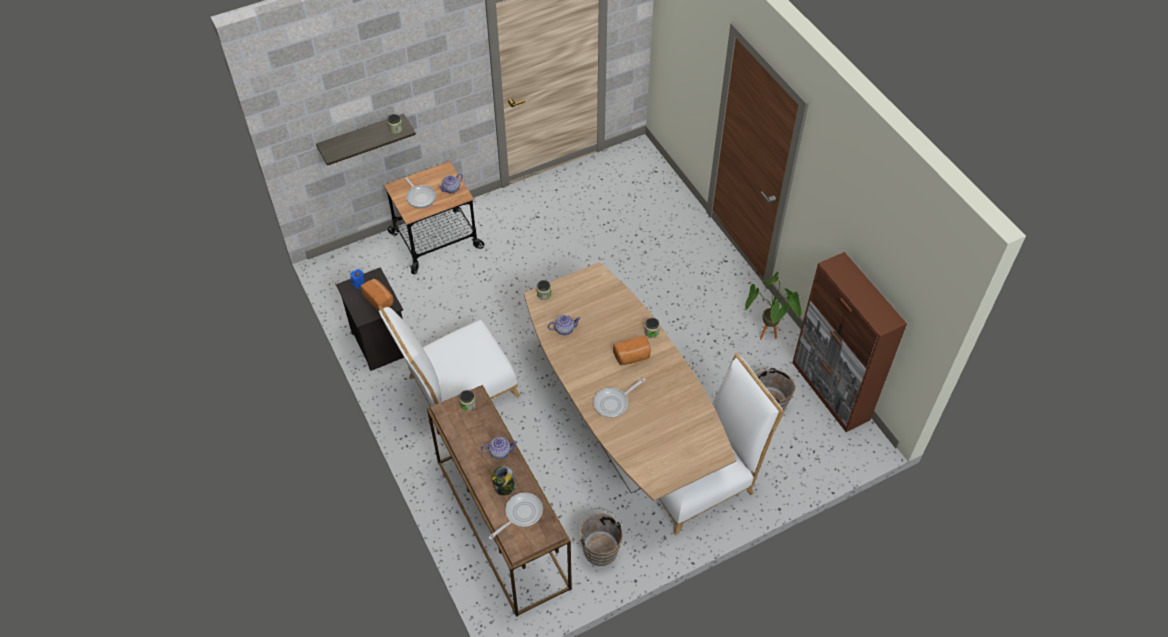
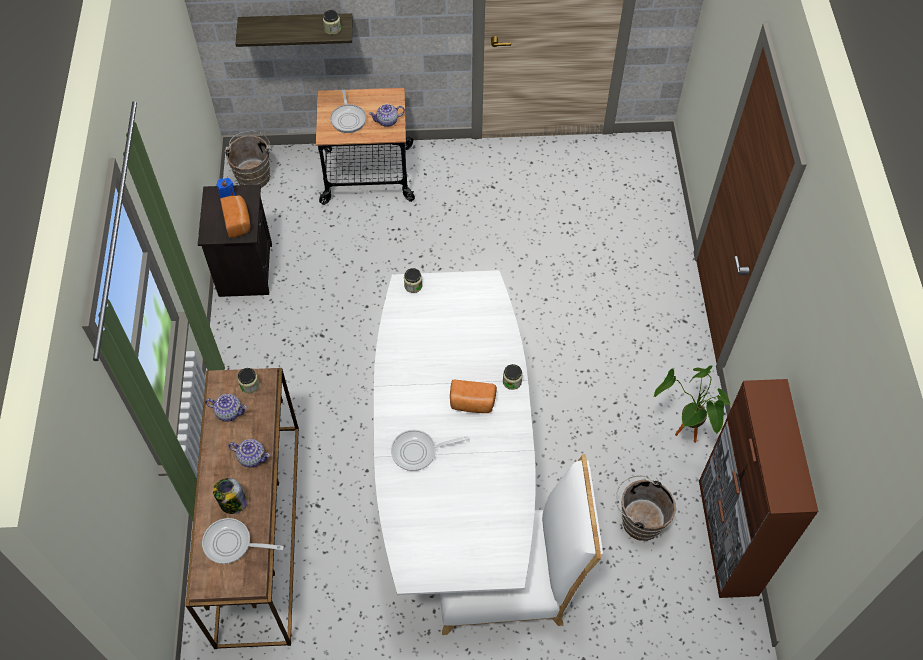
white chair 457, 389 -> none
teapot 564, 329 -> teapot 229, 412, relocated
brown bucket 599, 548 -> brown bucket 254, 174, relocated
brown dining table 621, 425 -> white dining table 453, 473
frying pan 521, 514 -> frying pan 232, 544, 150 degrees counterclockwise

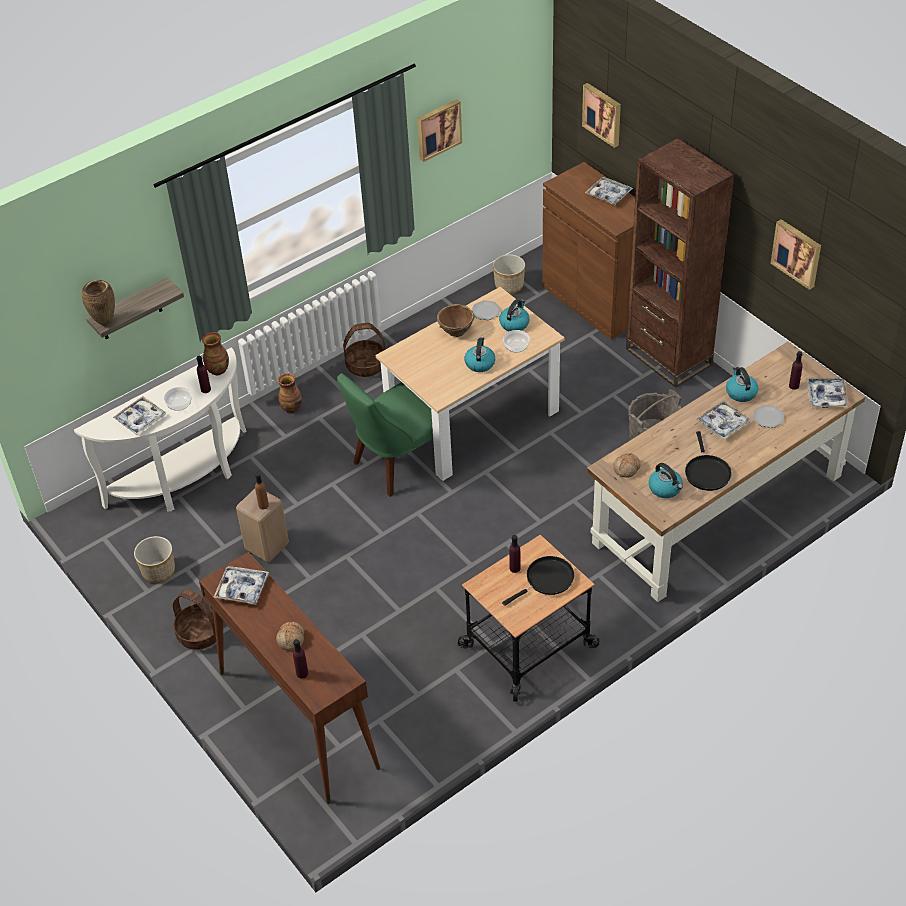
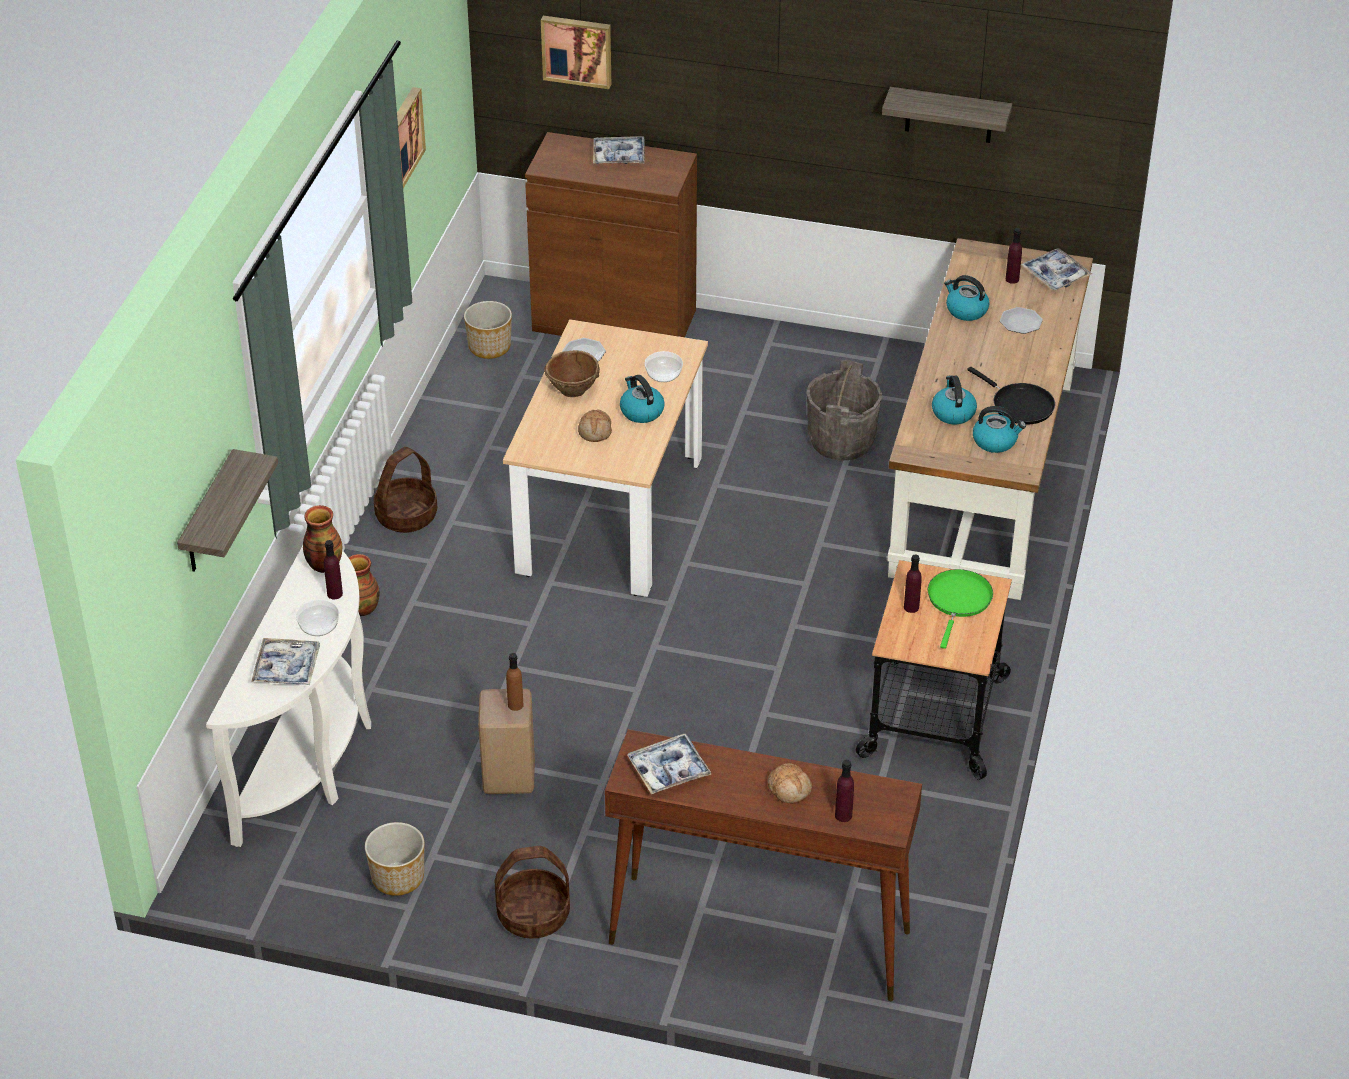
brown vase 105, 322 -> none
green chair 397, 463 -> none
brown bookcase 668, 357 -> none
tray 723, 423 -> none
kettle 514, 323 -> kettle 953, 412, relocated
bread 627, 468 -> bread 595, 431, relocated
picture 797, 253 -> shelf 949, 115
black frying pan 547, 580 -> green frying pan 958, 601

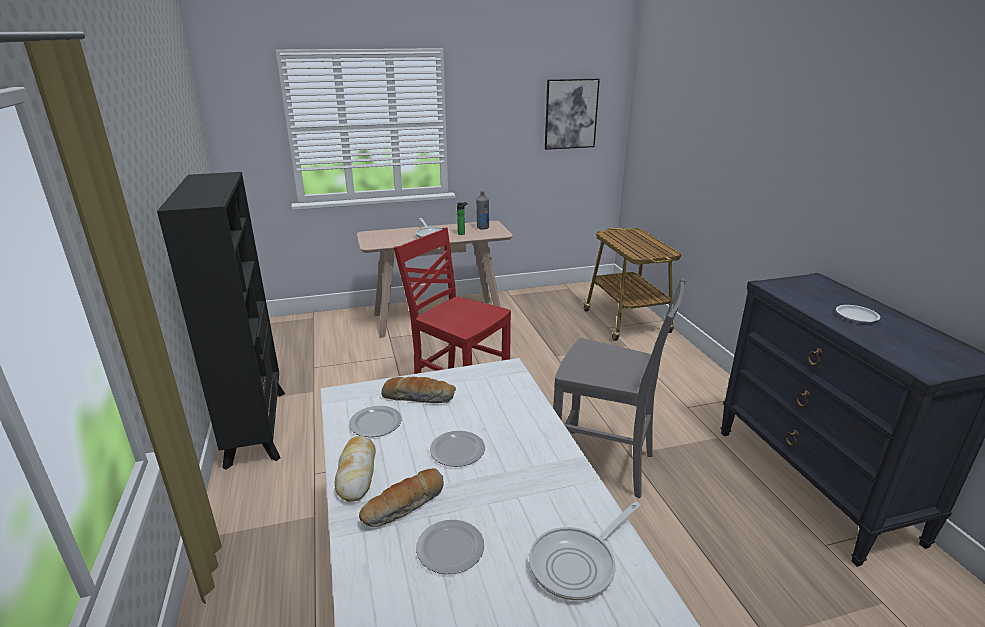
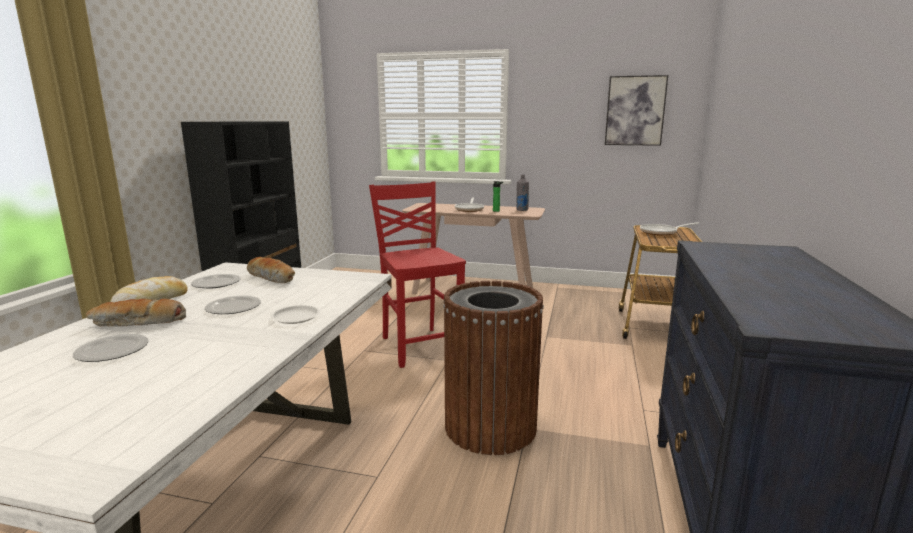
frying pan 578, 564 -> frying pan 661, 232, relocated
white plate 857, 316 -> white plate 295, 317, relocated
grey chair 604, 464 -> brown trash can 490, 427

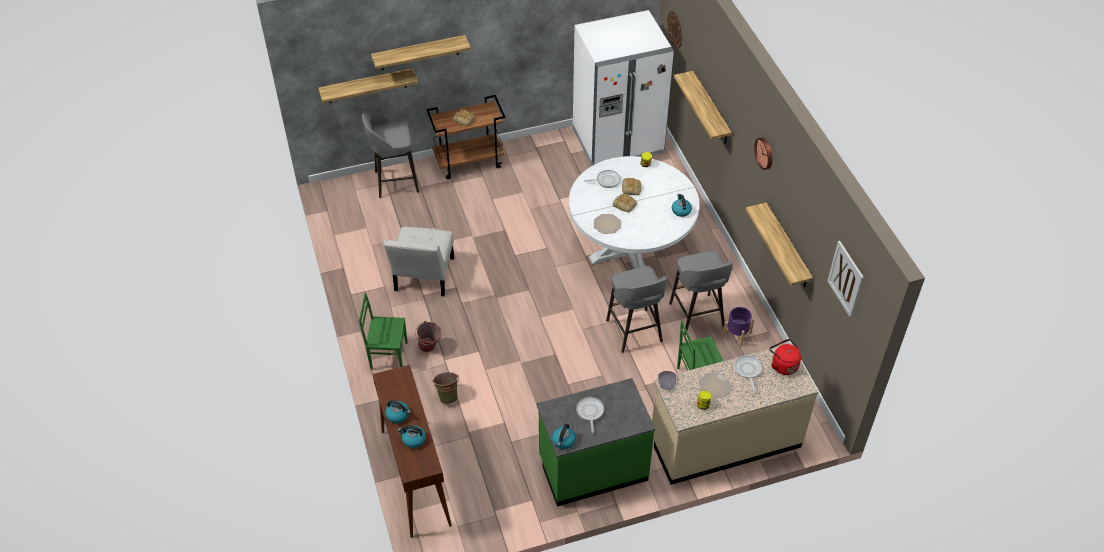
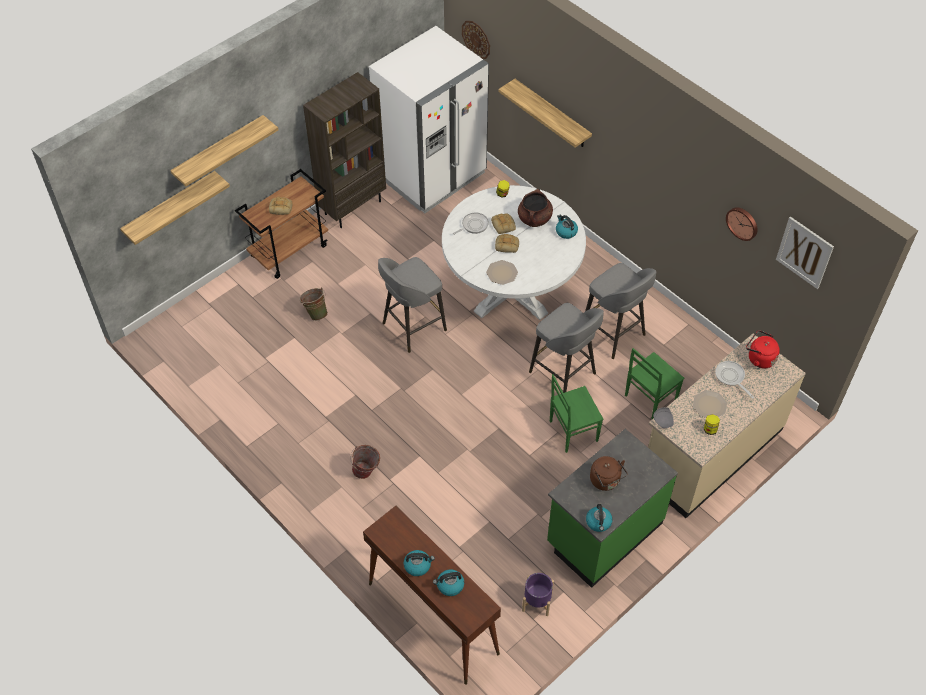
white chair 423, 277 -> none
shelf 787, 247 -> none
none -> brown bookcase 352, 207
none -> brown cooking pot 534, 219
green chair 388, 355 -> green chair 572, 430, relocated
grey stool 395, 182 -> grey stool 412, 327, relocated
green bucket 447, 395 -> green bucket 315, 313, relocated
purple planter 737, 335 -> purple planter 537, 601, relocated
wall clock 765, 153 -> wall clock 742, 223, relocated
frying pan 590, 412 -> brown kettle 606, 481

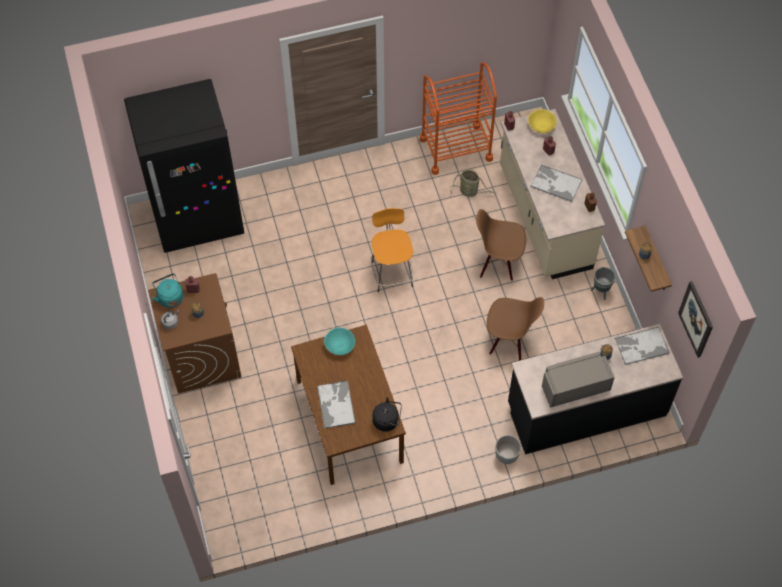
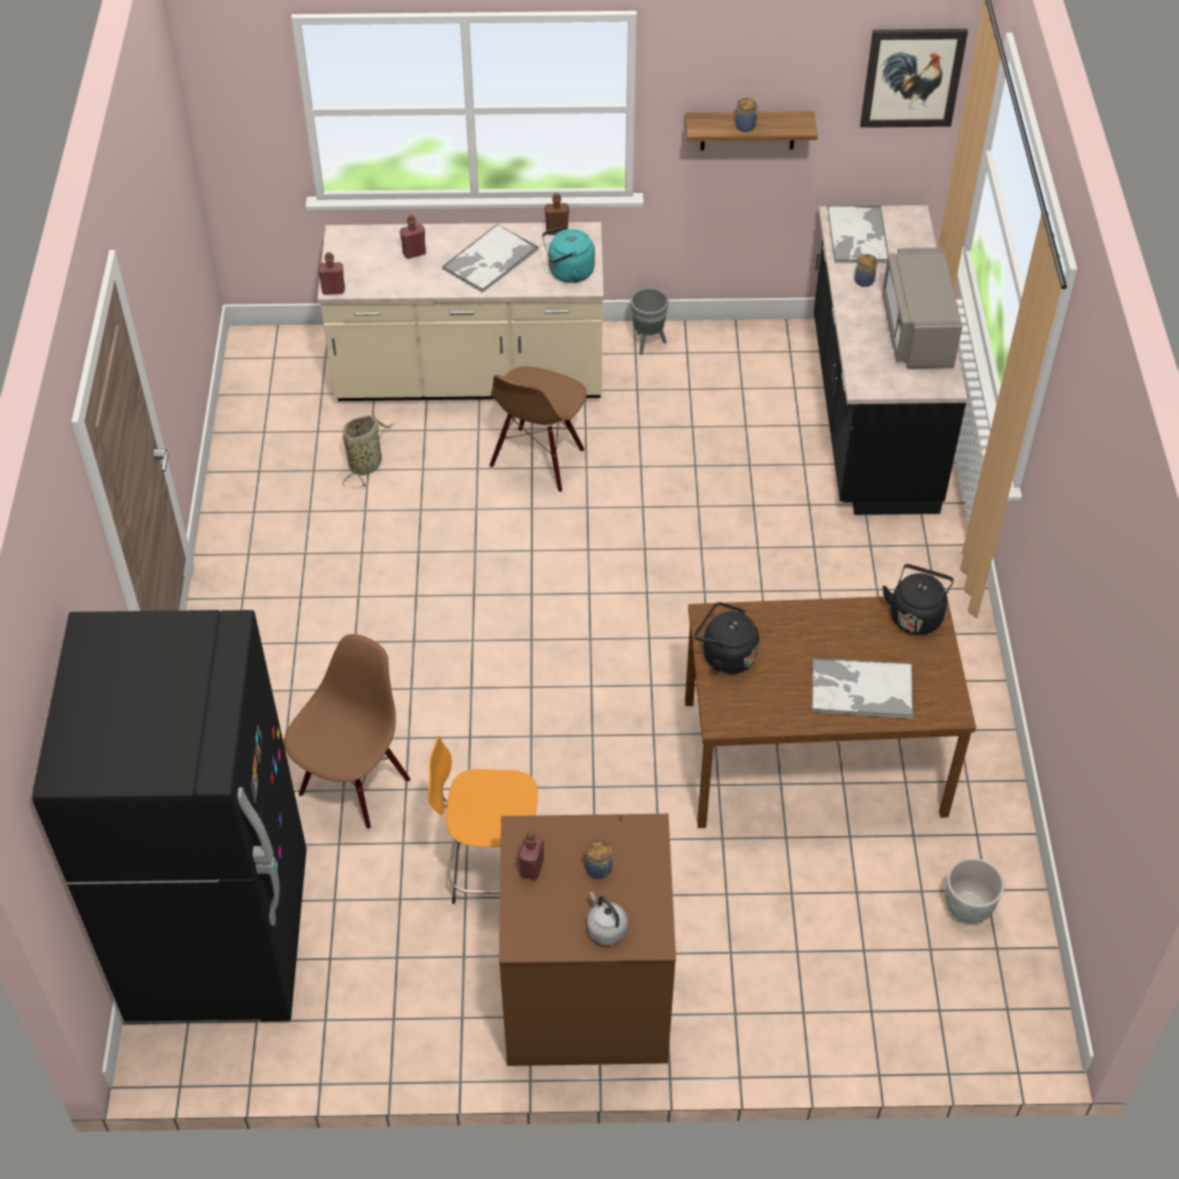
orange cart 455, 149 -> none
yellow bowl 541, 126 -> none
turquoise kettle 170, 297 -> turquoise kettle 568, 272, relocated
orange stool 392, 272 -> orange stool 493, 870, relocated
brown chair 509, 341 -> brown chair 353, 785, relocated
grey planter 506, 455 -> grey planter 968, 908, relocated
turquoise bowl 339, 345 -> black kettle 725, 655

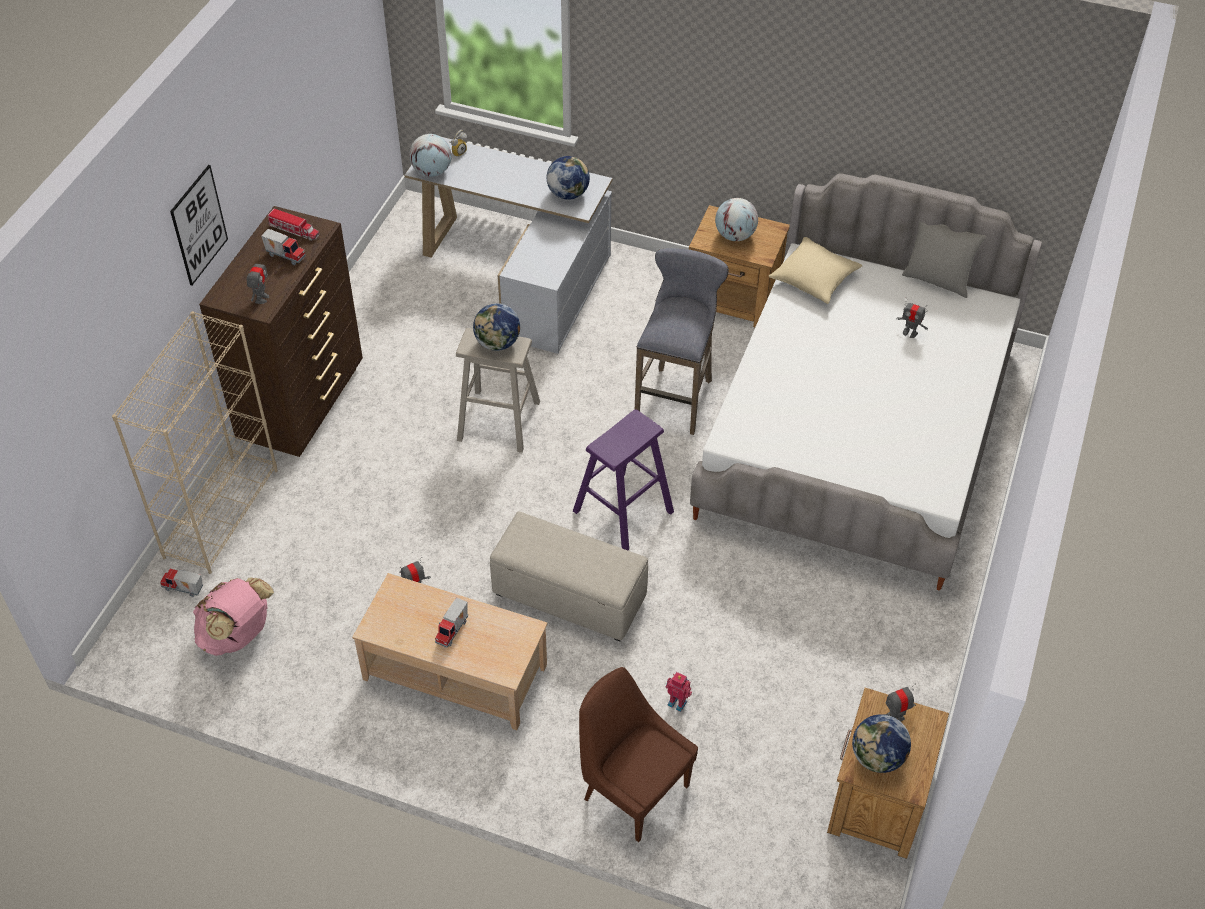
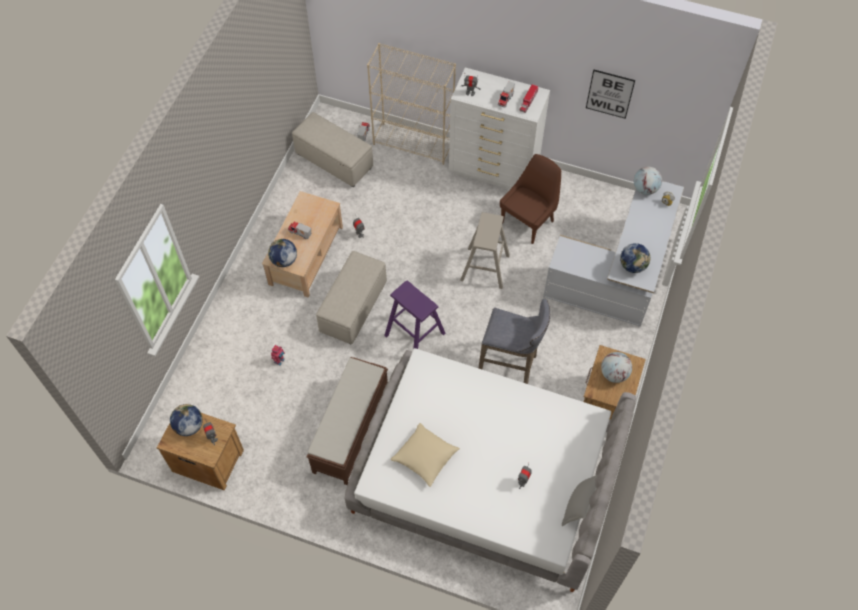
none -> brown bench 350, 430
picture 199, 225 -> picture 610, 94, relocated
globe 498, 343 -> globe 284, 260, relocated
brown chair 633, 790 -> brown chair 528, 221, relocated
beige pillow 814, 279 -> beige pillow 425, 457, relocated
pink backpack 238, 635 -> beige ottoman 333, 160
brown dresser 303, 404 -> white dresser 494, 171

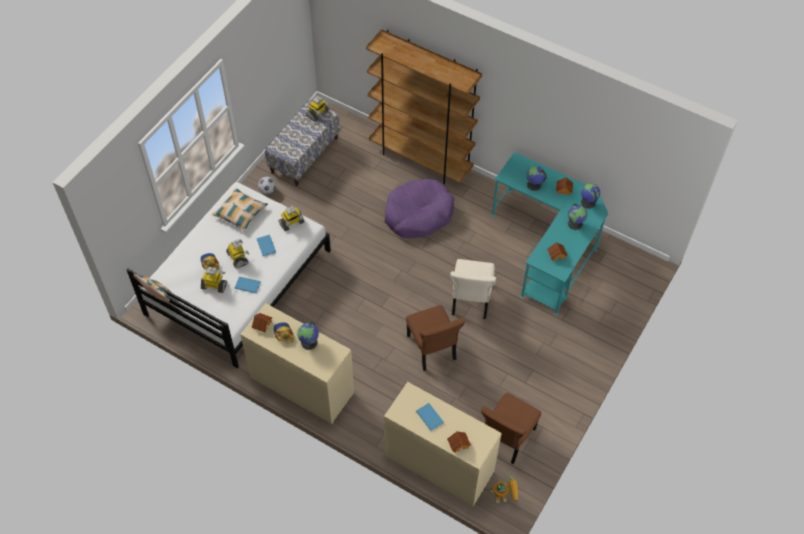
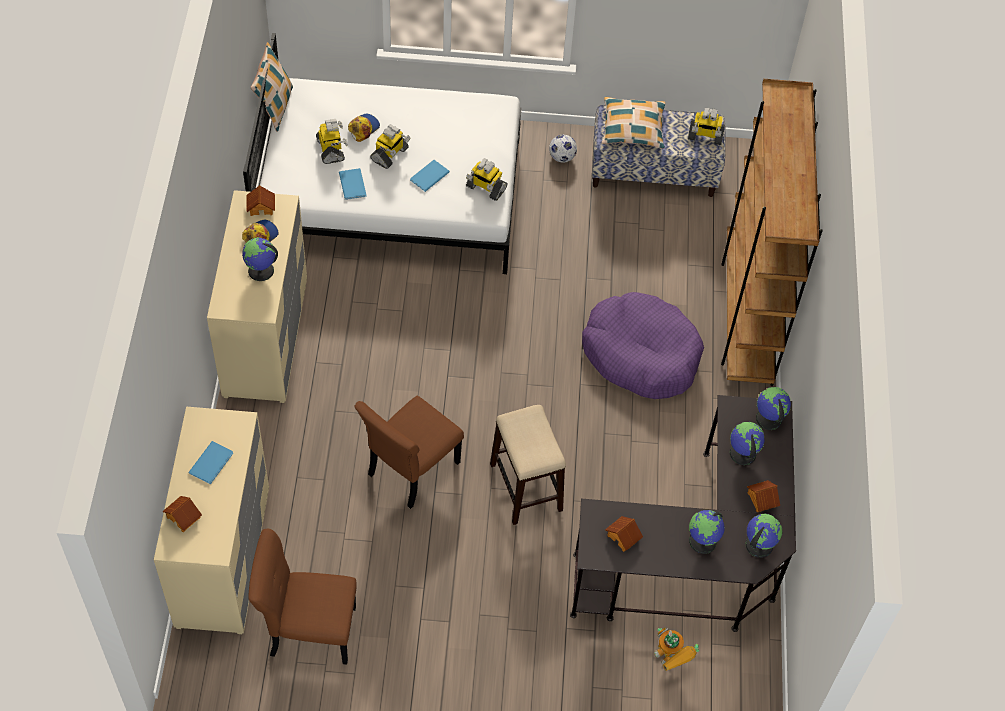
none -> globe 768, 419
pillow 240, 212 -> pillow 633, 128, relocated
toy robot 504, 496 -> toy robot 671, 661, relocated
beige chair 470, 301 -> stool 525, 486
turquoise desk 549, 246 -> black desk 696, 556

